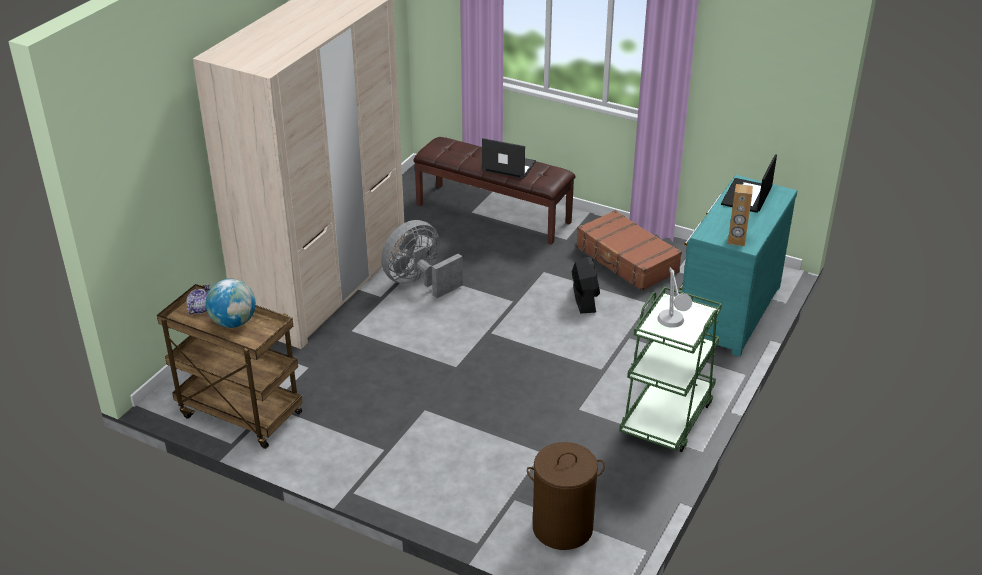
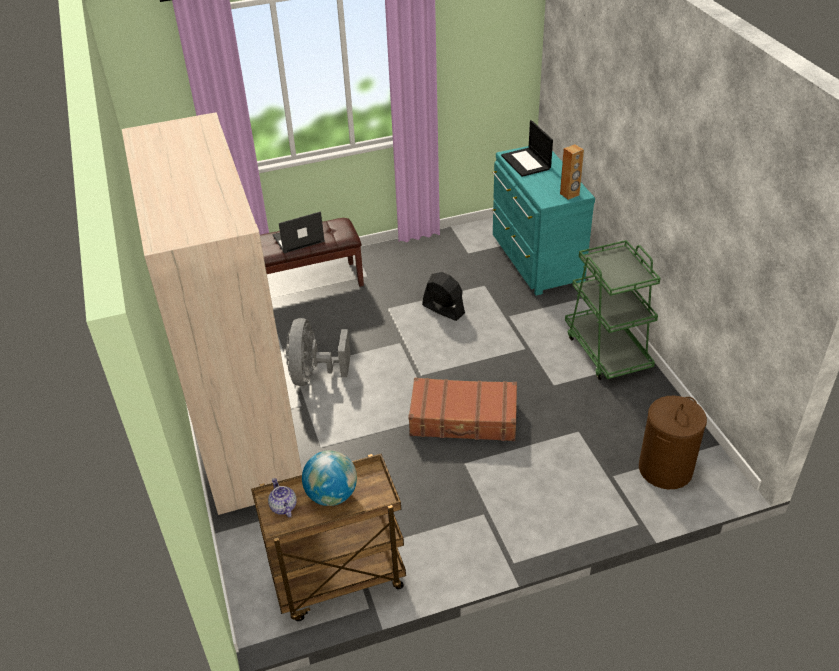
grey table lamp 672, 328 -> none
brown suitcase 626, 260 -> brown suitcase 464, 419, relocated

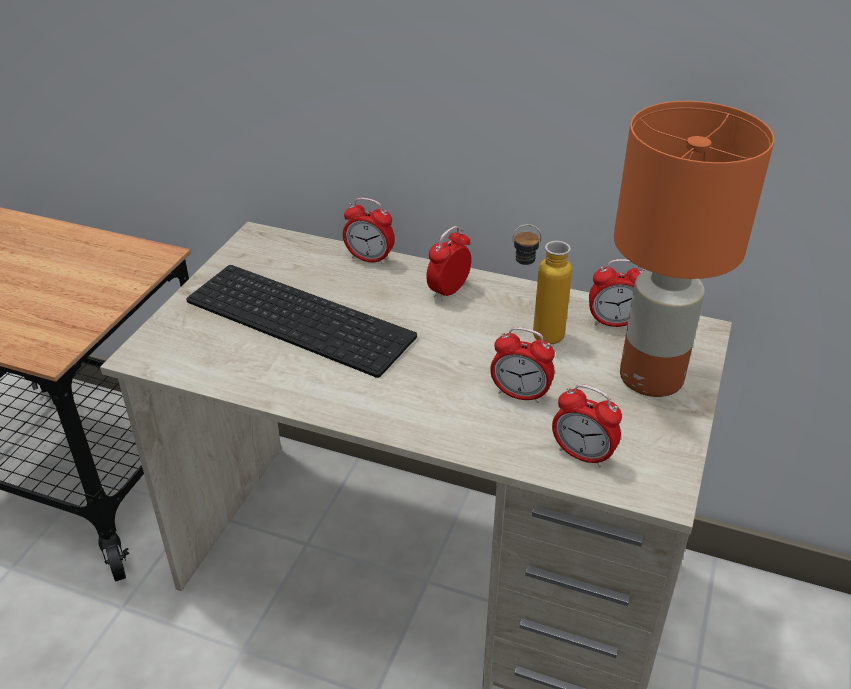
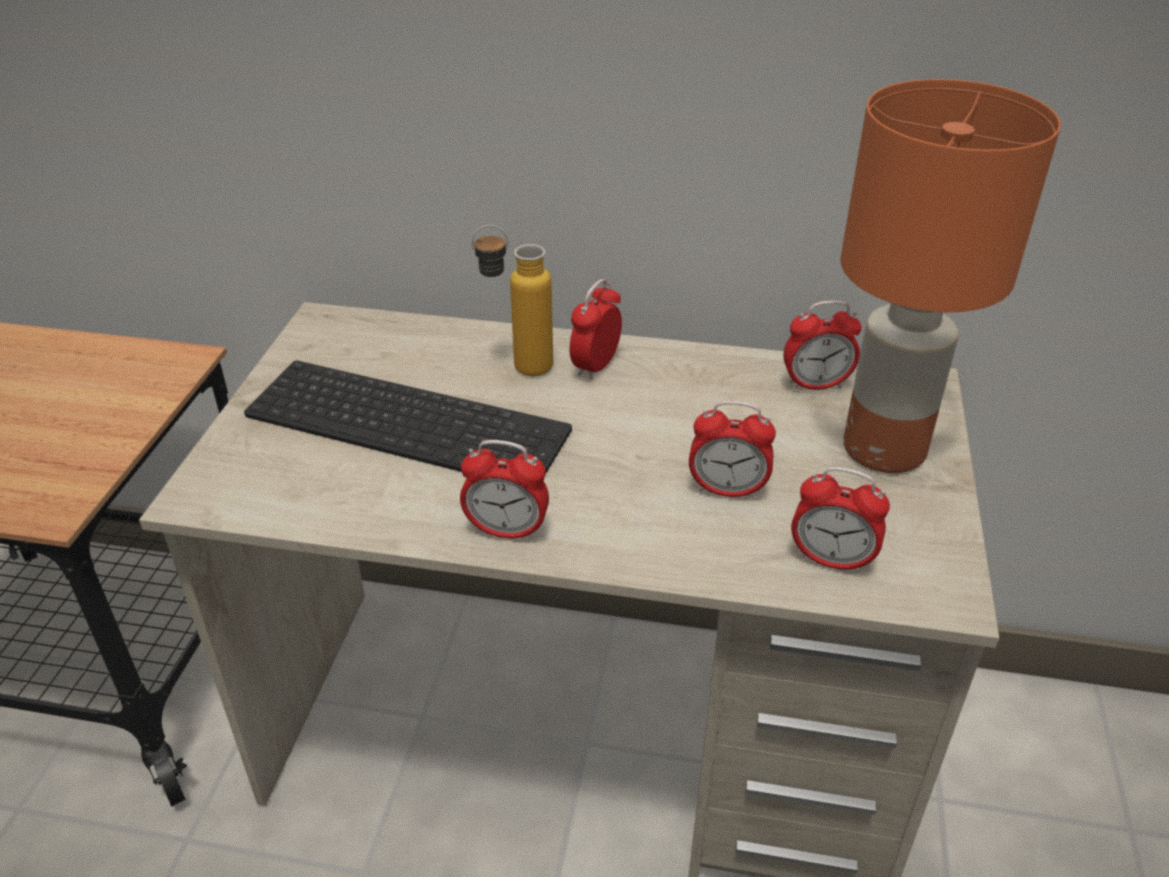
alarm clock 369, 259 -> alarm clock 507, 531, relocated
bottle 534, 335 -> bottle 517, 368, relocated

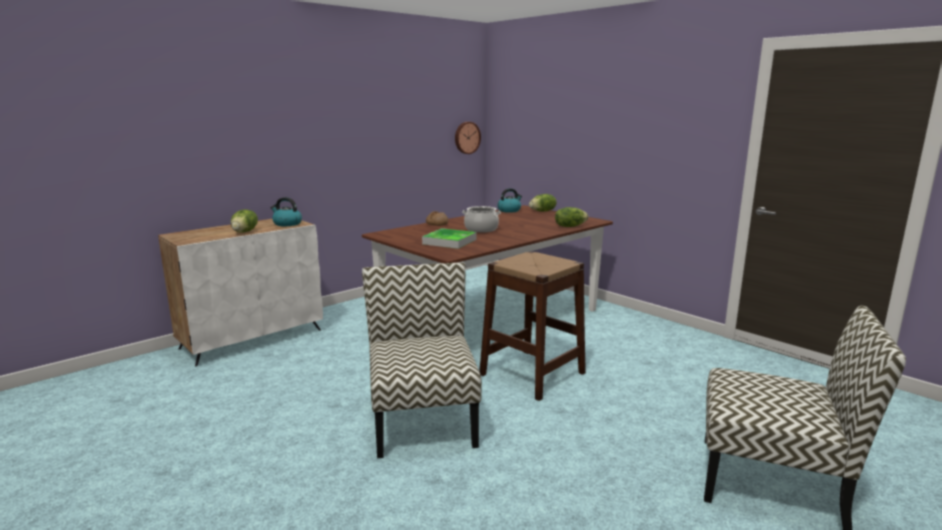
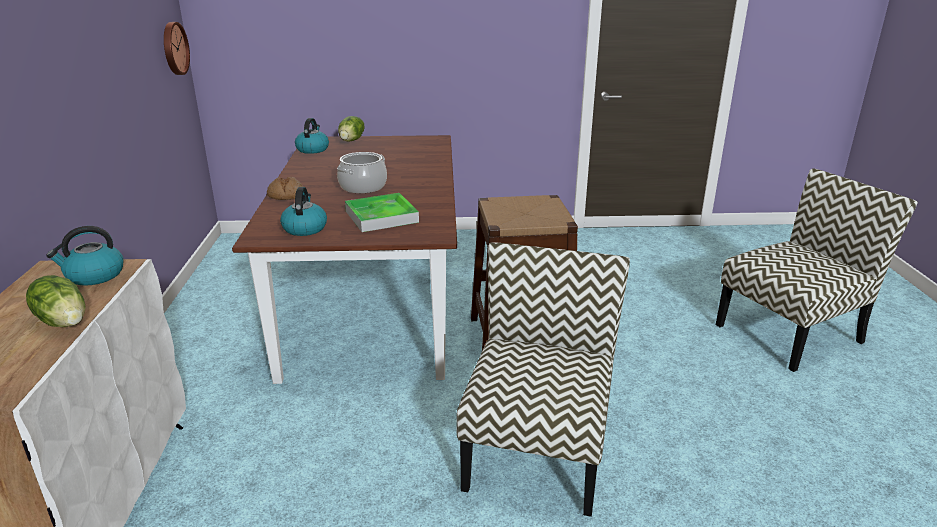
lettuce 570, 226 -> none
none -> kettle 304, 228
chair 422, 421 -> chair 536, 451, 75 degrees clockwise

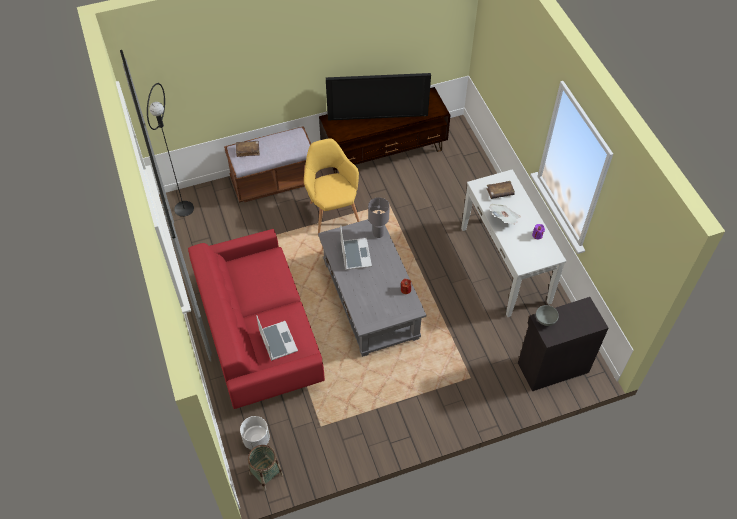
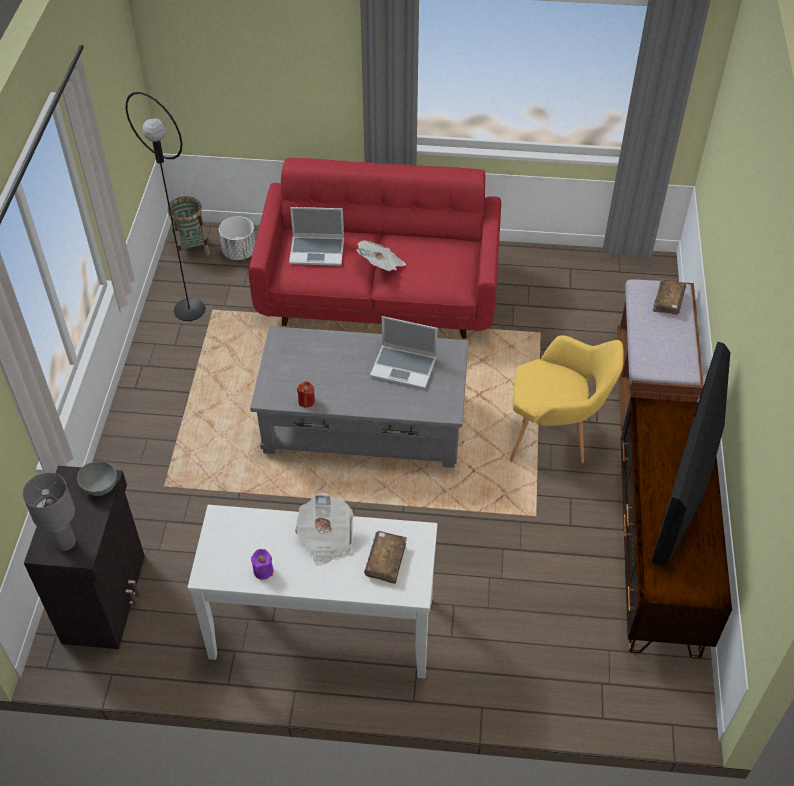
none -> newspaper 381, 265
black floor lamp 184, 208 -> black floor lamp 189, 310, relocated
grey table lamp 378, 234 -> grey table lamp 65, 541, relocated

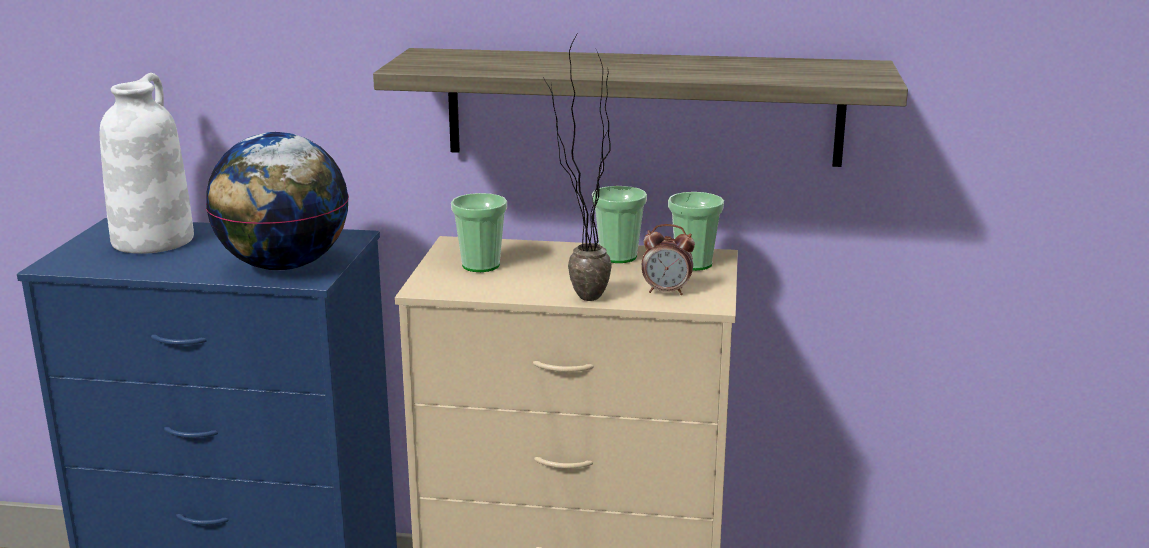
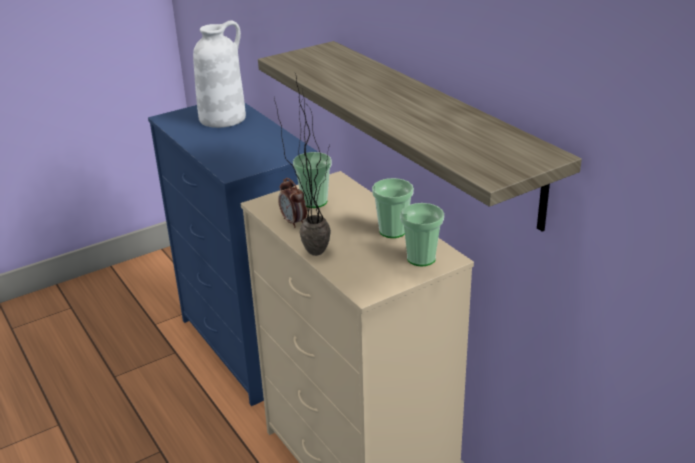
globe 283, 266 -> none
alarm clock 666, 291 -> alarm clock 294, 222, relocated

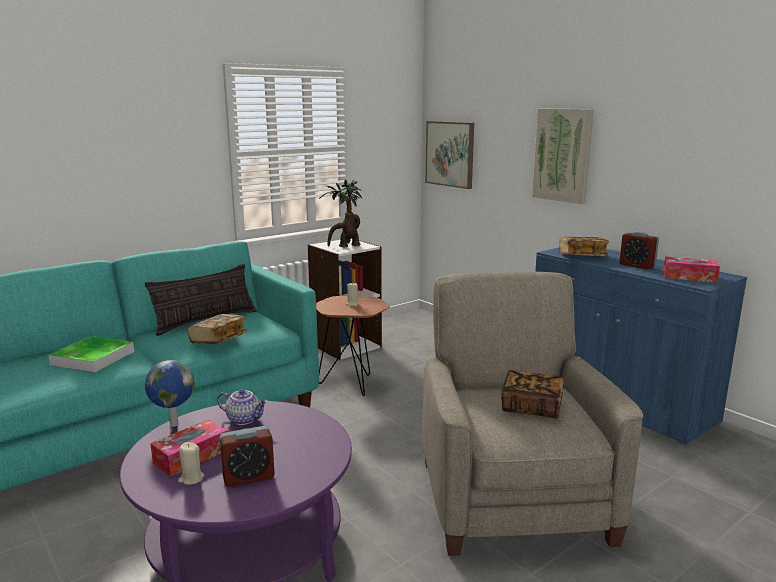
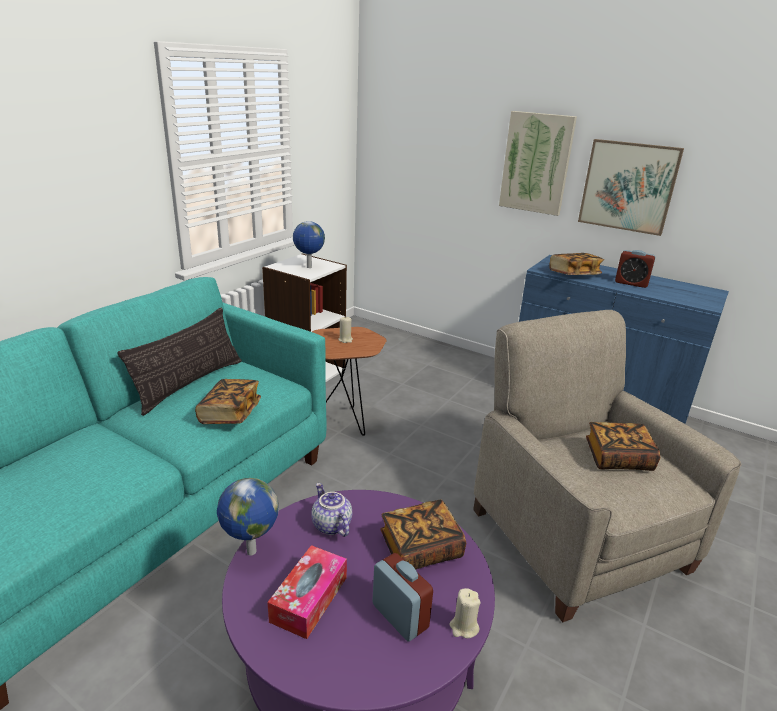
tray 93, 358 -> none
tissue box 689, 277 -> none
none -> book 420, 549
beige candle 191, 478 -> beige candle 463, 627, relocated
picture 450, 154 -> picture 628, 186, relocated
potted plant 346, 246 -> globe 309, 267
teapot 244, 419 -> teapot 330, 525, 120 degrees counterclockwise
alarm clock 248, 477 -> alarm clock 400, 616, 90 degrees counterclockwise

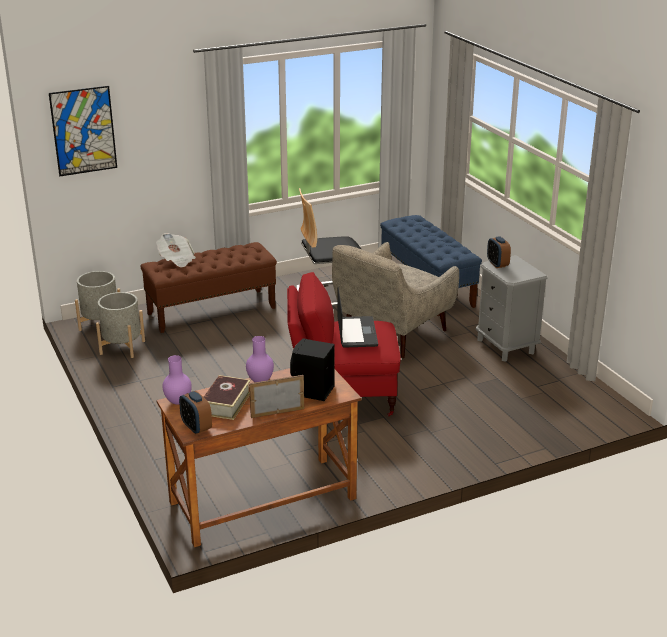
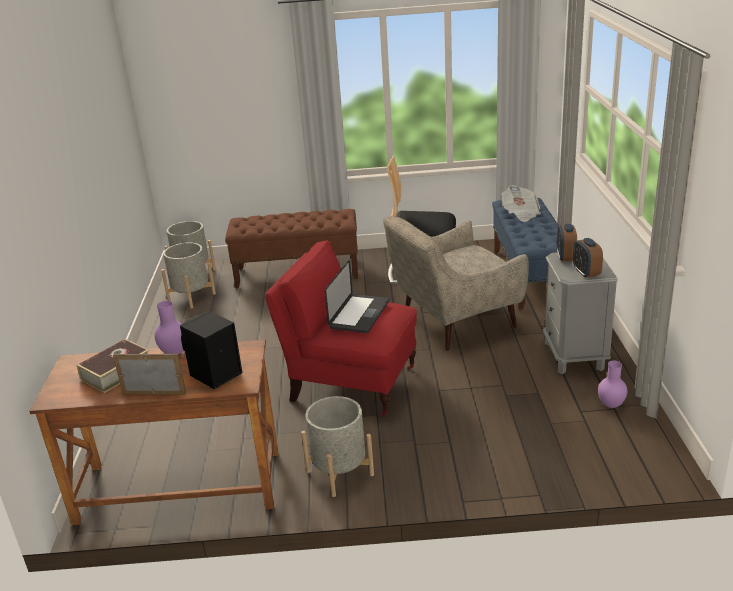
picture 83, 131 -> none
none -> grey planter 339, 473
newspaper 176, 259 -> newspaper 520, 213, relocated
purple vase 177, 402 -> purple vase 610, 405, relocated
alarm clock 196, 427 -> alarm clock 586, 273, relocated

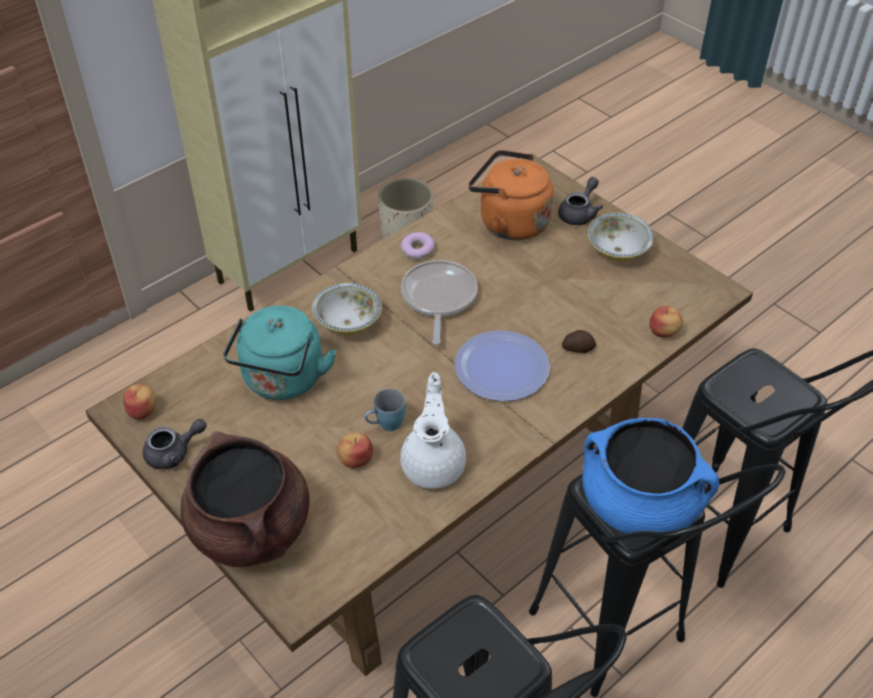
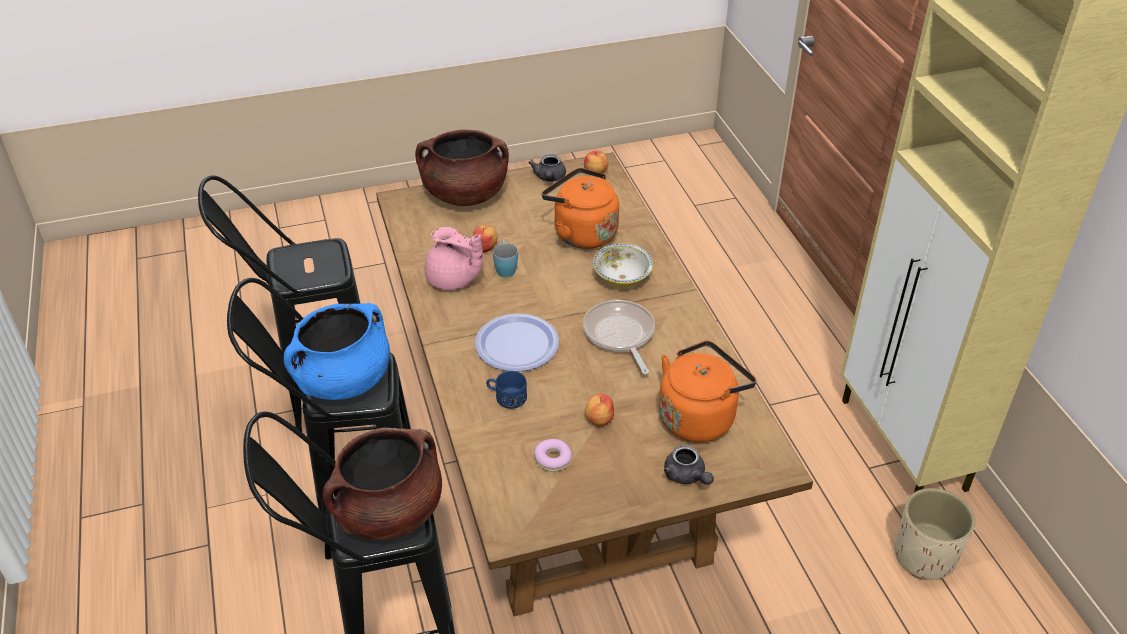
bowl 618, 251 -> none
none -> brown cooking pot 388, 512
donut 417, 250 -> donut 553, 459, relocated
apple 664, 332 -> apple 599, 419, relocated
potato 578, 348 -> blue mug 506, 397
turquoise kettle 282, 381 -> orange kettle 581, 233
white teapot 434, 464 -> pink teapot 453, 280
frying pan 438, 298 -> frying pan 620, 335, 135 degrees counterclockwise

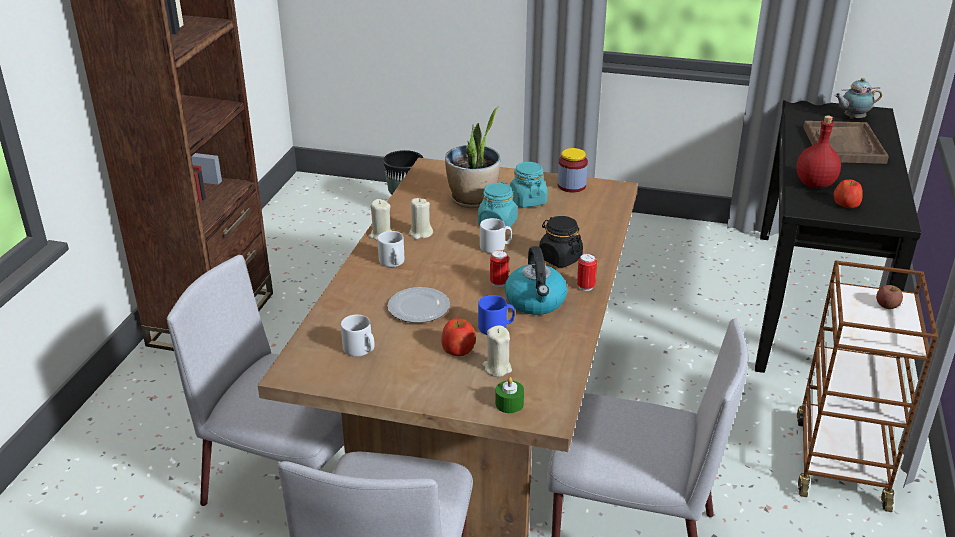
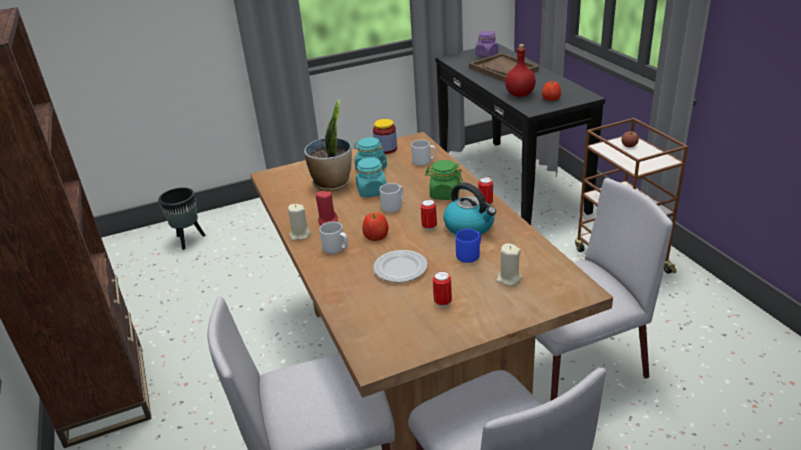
green candle 509, 404 -> none
none -> can 442, 302
grey mug 360, 350 -> grey mug 424, 161, relocated
apple 458, 349 -> apple 376, 236, relocated
teapot 852, 118 -> purple jar 486, 54
beige candle 420, 233 -> red candle 327, 221
black jar 560, 258 -> green jar 444, 194

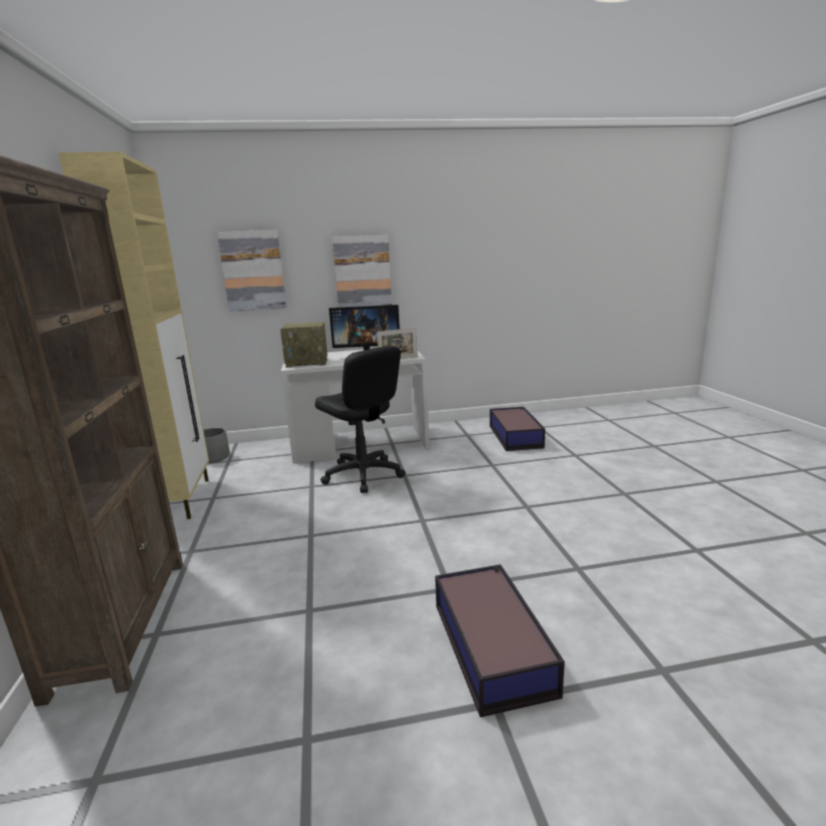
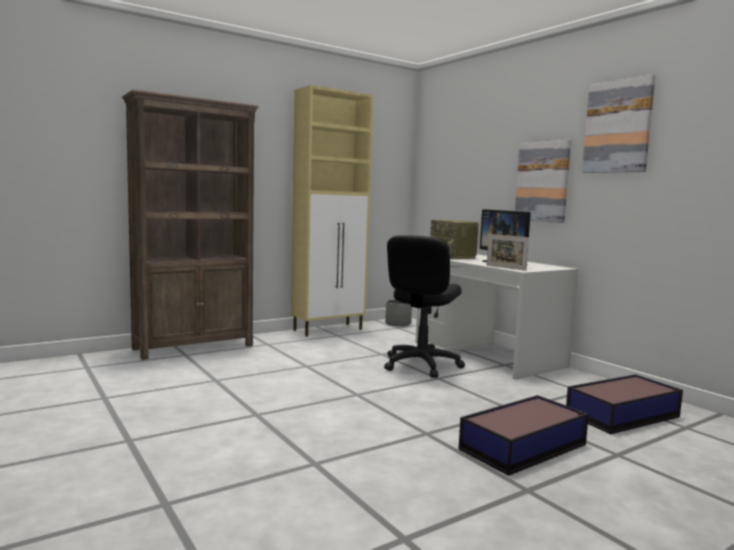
picture 253, 271 -> picture 618, 127, relocated
storage box 491, 645 -> storage box 525, 446, relocated

